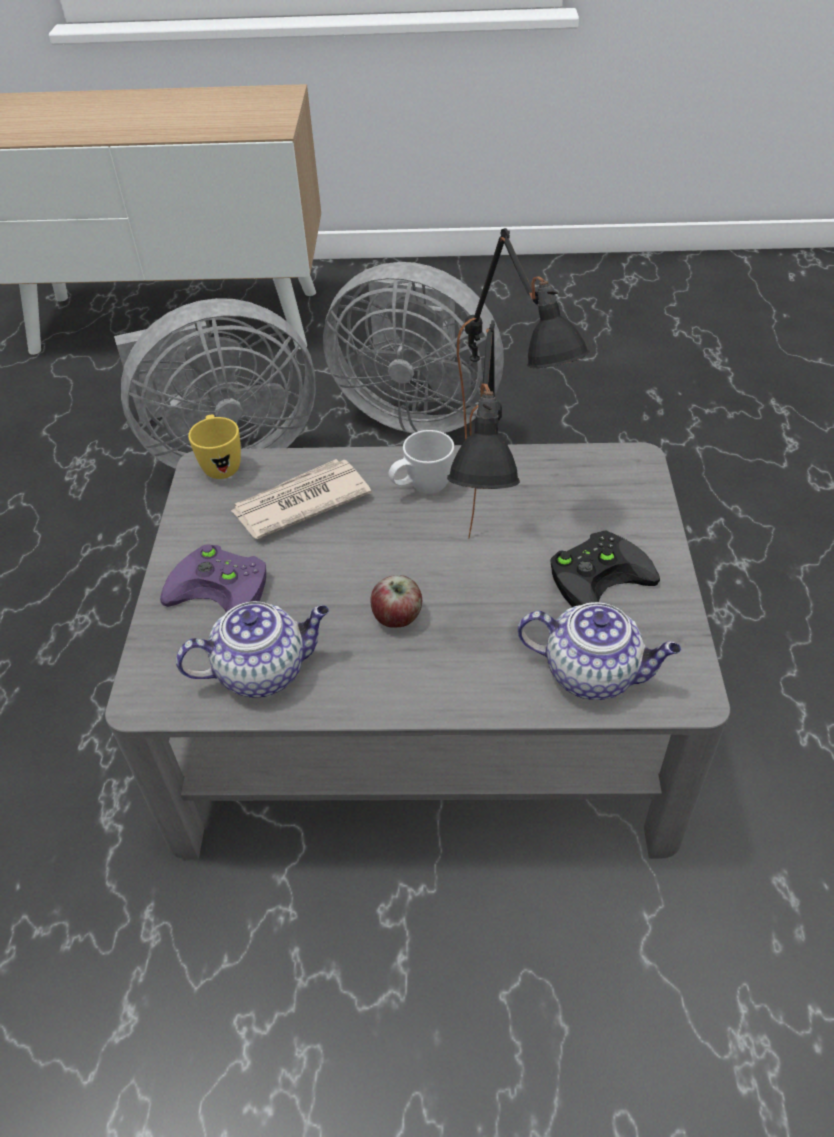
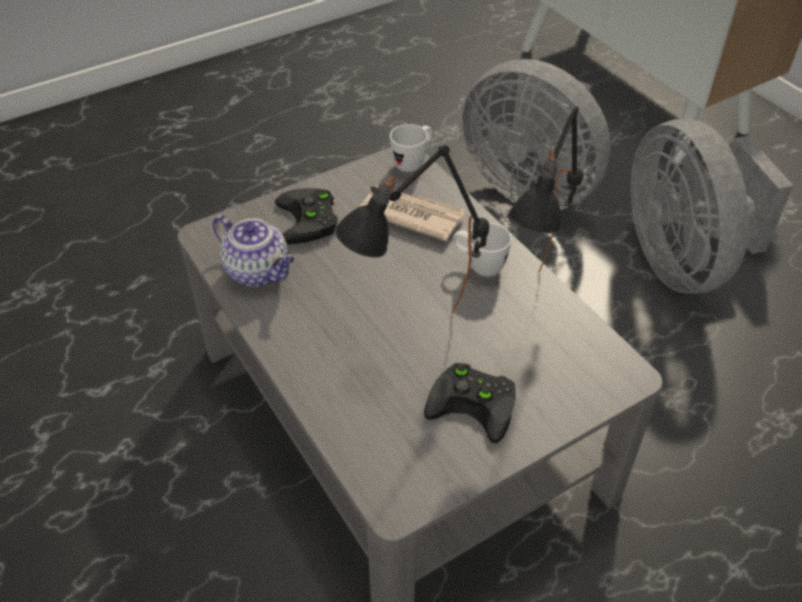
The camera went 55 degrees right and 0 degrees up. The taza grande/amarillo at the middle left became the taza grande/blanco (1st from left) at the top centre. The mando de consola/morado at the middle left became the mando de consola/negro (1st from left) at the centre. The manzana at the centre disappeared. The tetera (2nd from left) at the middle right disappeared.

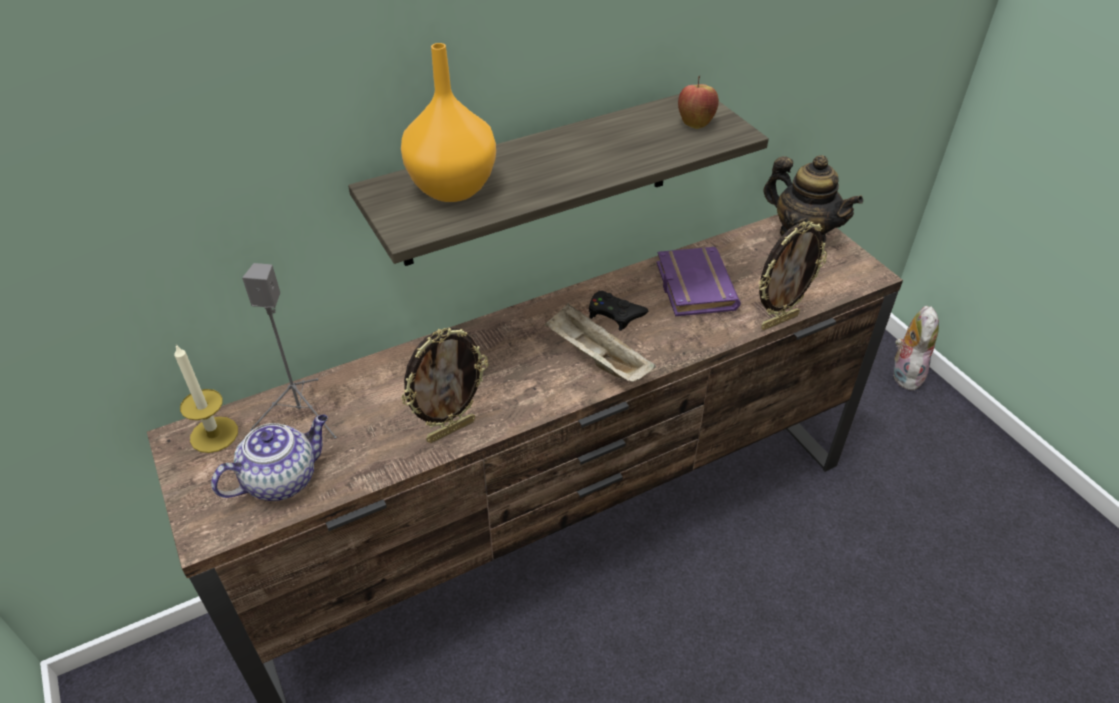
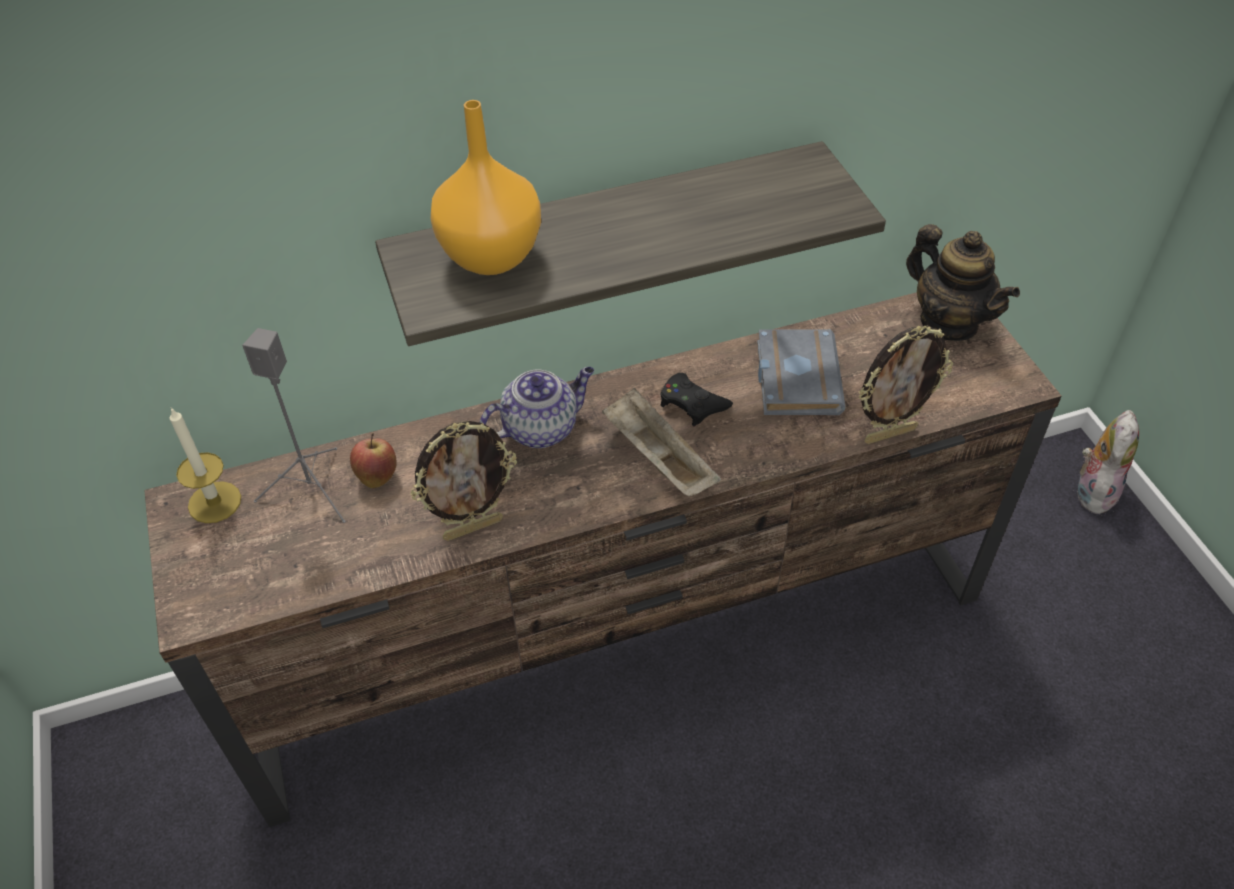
The camera went 10 degrees right and 5 degrees up. The manzana moved from the top centre to the middle left. The libro/morado at the centre became the libro/gris at the centre. The tetera (1st from left) moved from the middle left to the centre.

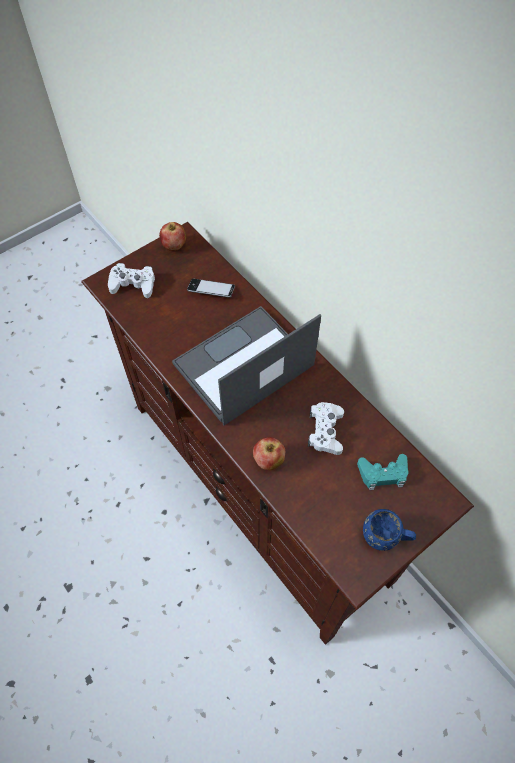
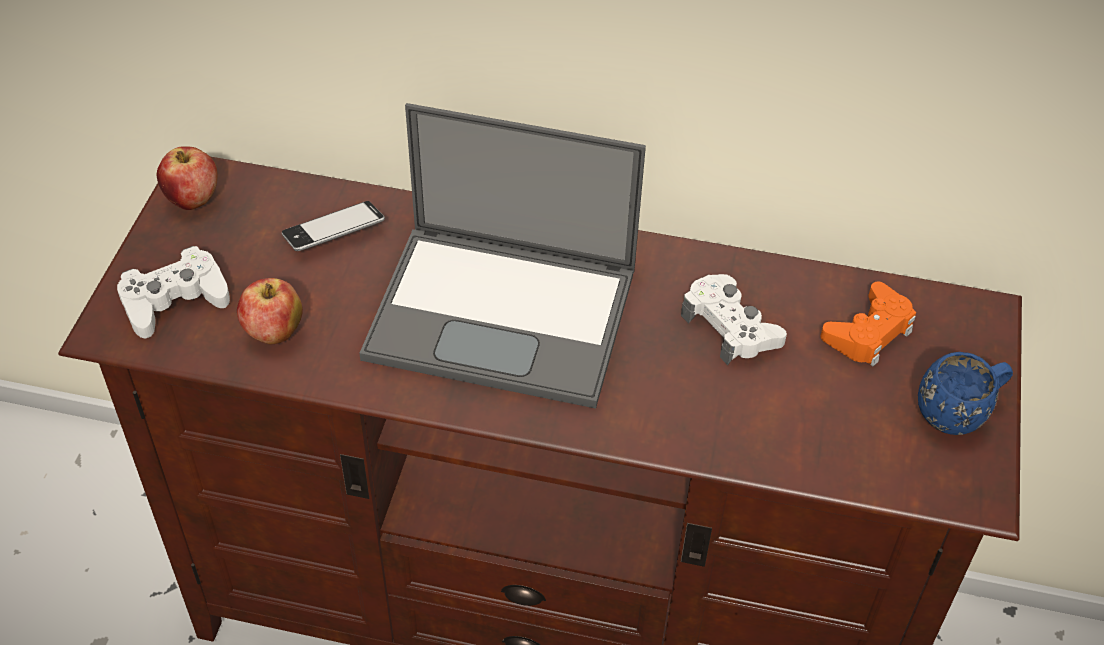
The camera went 40 degrees left and 10 degrees down. The portátil at the centre turned 90 degrees counterclockwise. The manzana (2nd from left) moved from the centre to the middle left. The mando de consola/turquesa at the middle right became the mando de consola/naranja at the middle right.

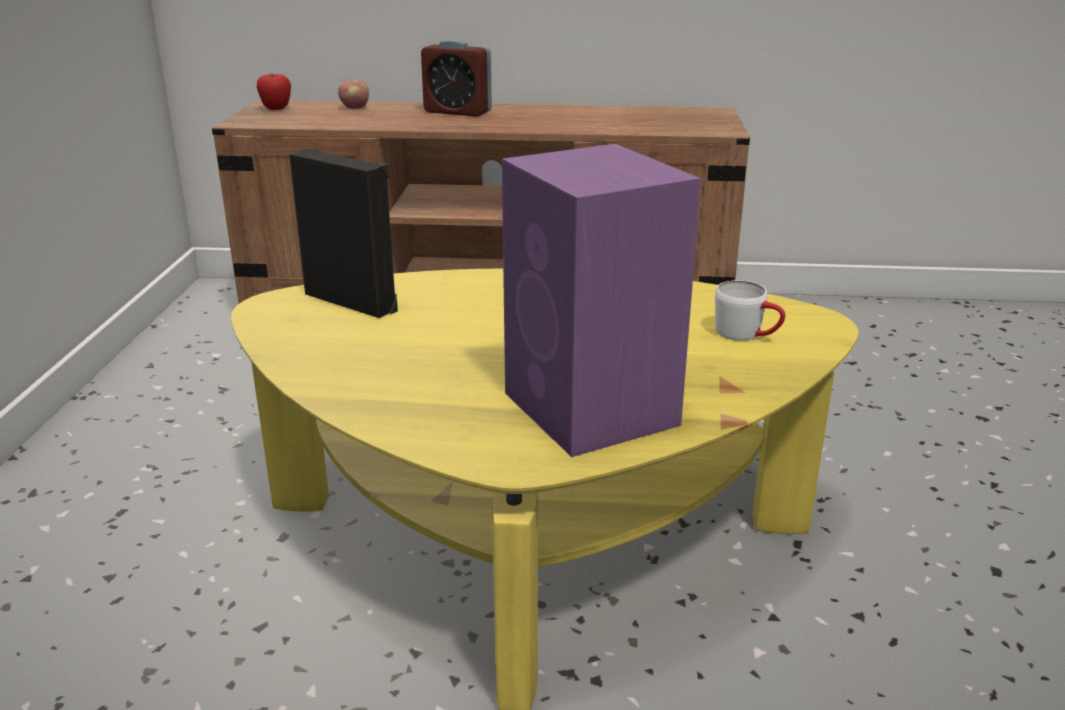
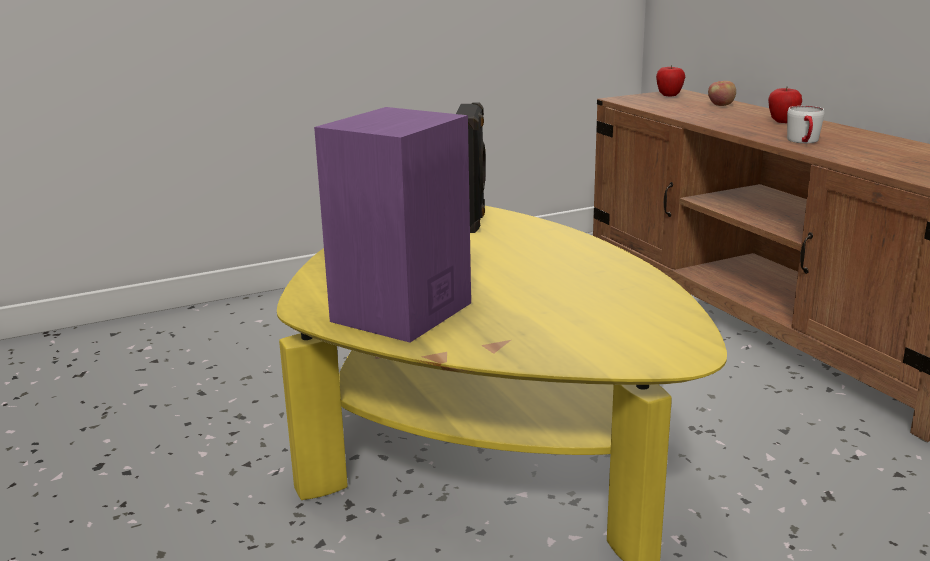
The camera went 60 degrees right and 5 degrees down. The despertador at the top centre was replaced by the manzana (3rd from left) at the top right. The taza grande/blanco moved from the middle right to the top right.

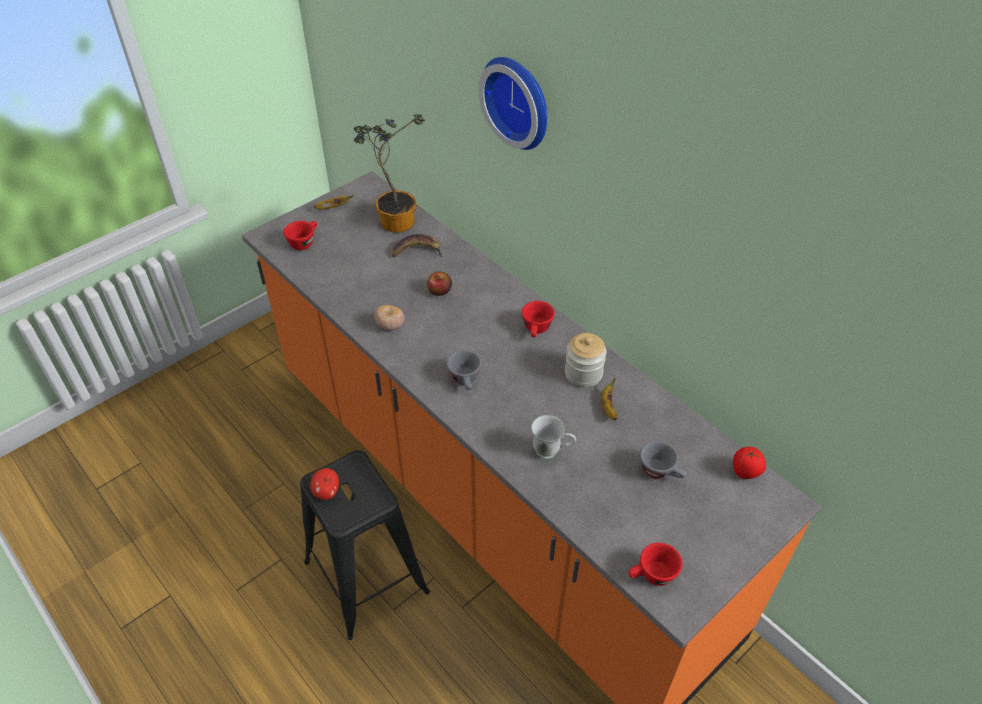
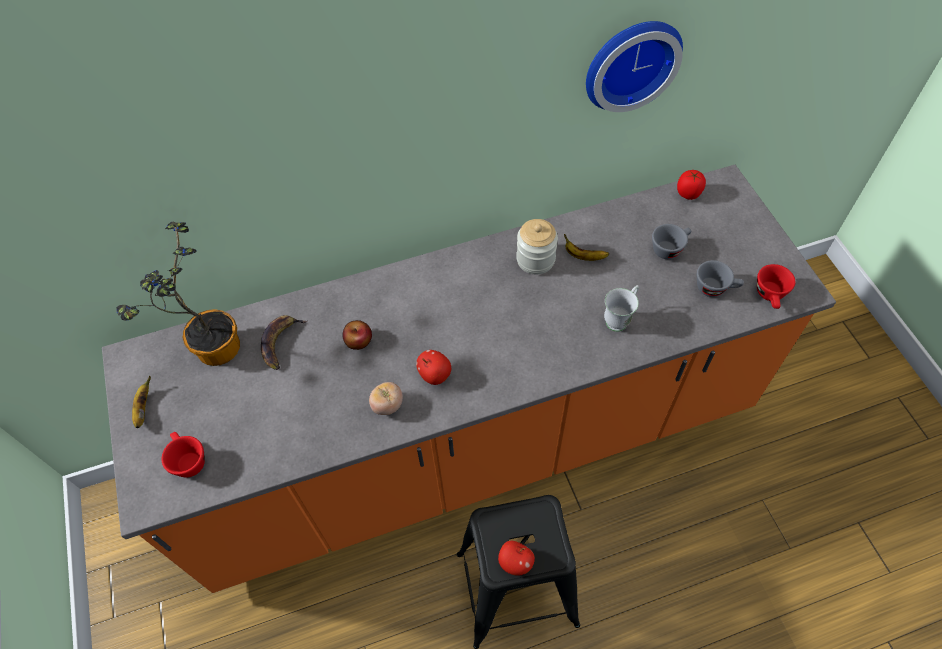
The camera went 65 degrees left and 10 degrees up. The reloj de pared moved from the top centre to the top right. The taza/rojo (2nd from left) at the centre disappeared. The taza/gris (1st from left in the first image) moved from the centre to the middle right. The manzana (2nd from left) at the centre appeared.

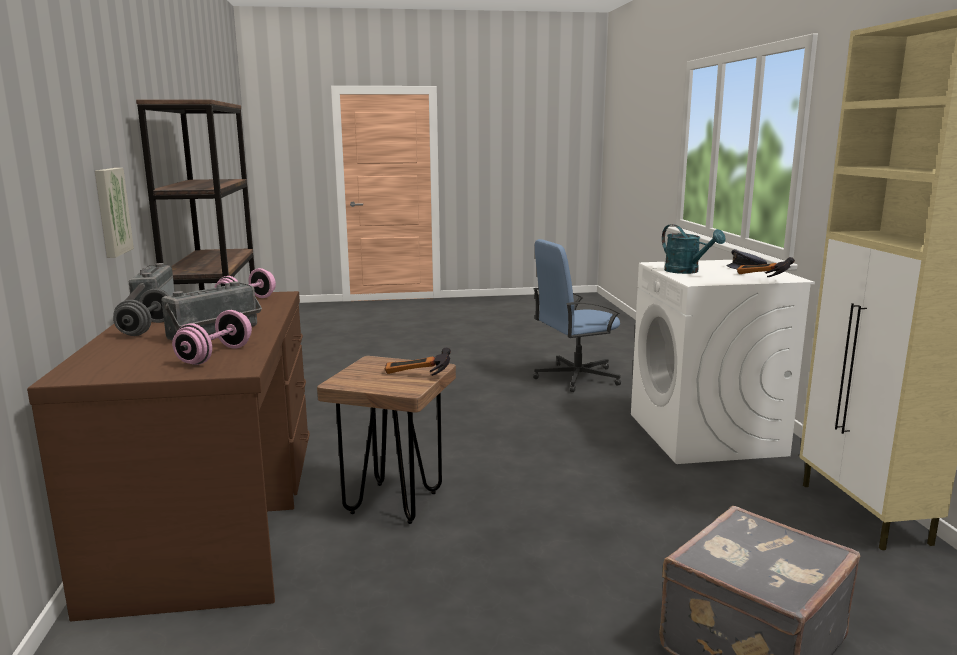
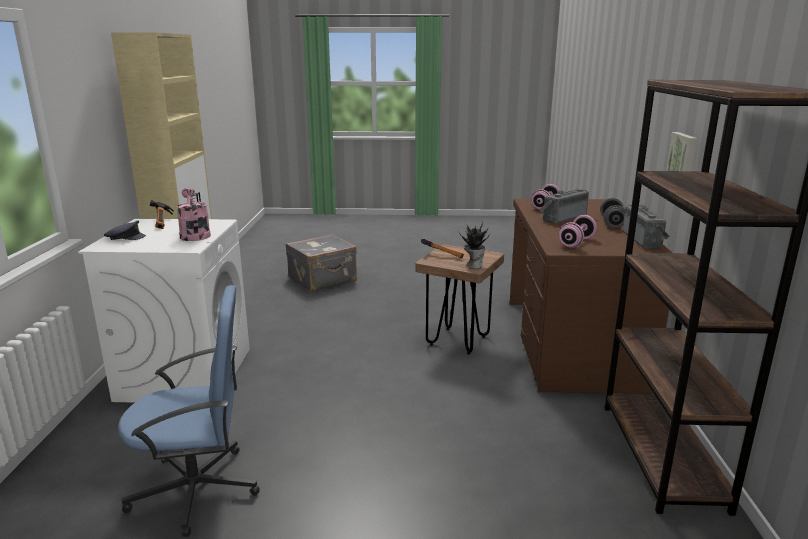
The camera went 170 degrees left and 5 degrees up. The regadera/turquesa at the middle right became the regadera/rosa at the middle left. The planta en maceta at the centre appeared.

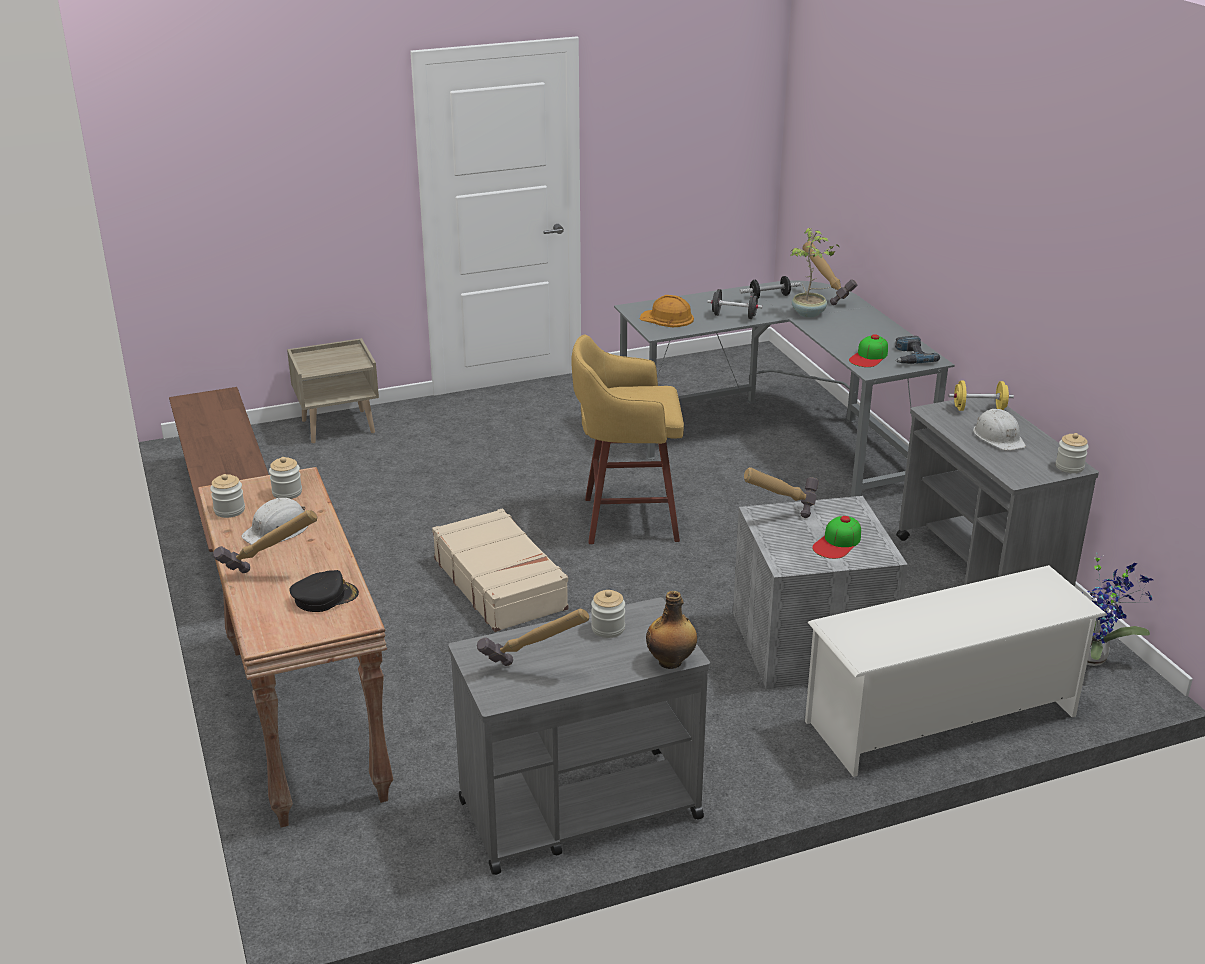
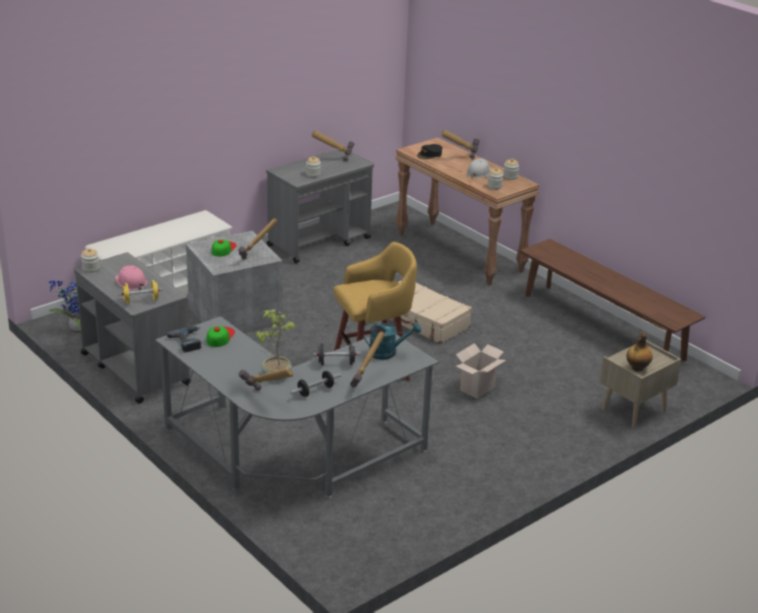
The camera went 160 degrees right and 0 degrees up. The casco/naranja at the top centre was replaced by the regadera/turquesa at the centre. The casco/blanco (2nd from left) at the middle right became the casco/rosa at the middle left. The botella moved from the centre to the middle right. The martillo (4th from left) at the centre appeared. The caja de cartón at the centre appeared.

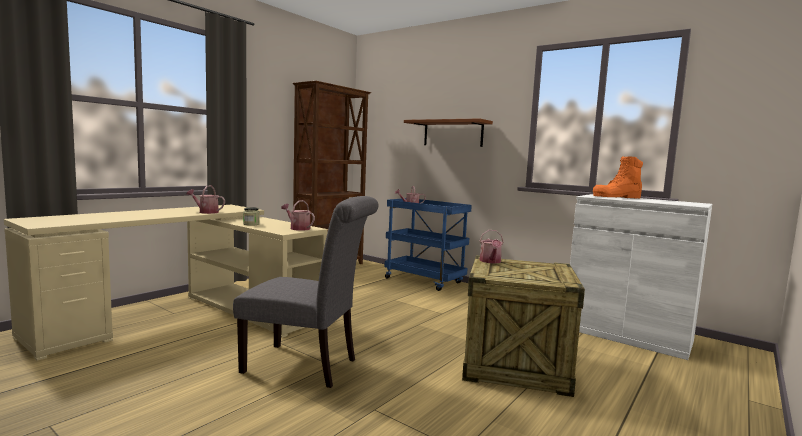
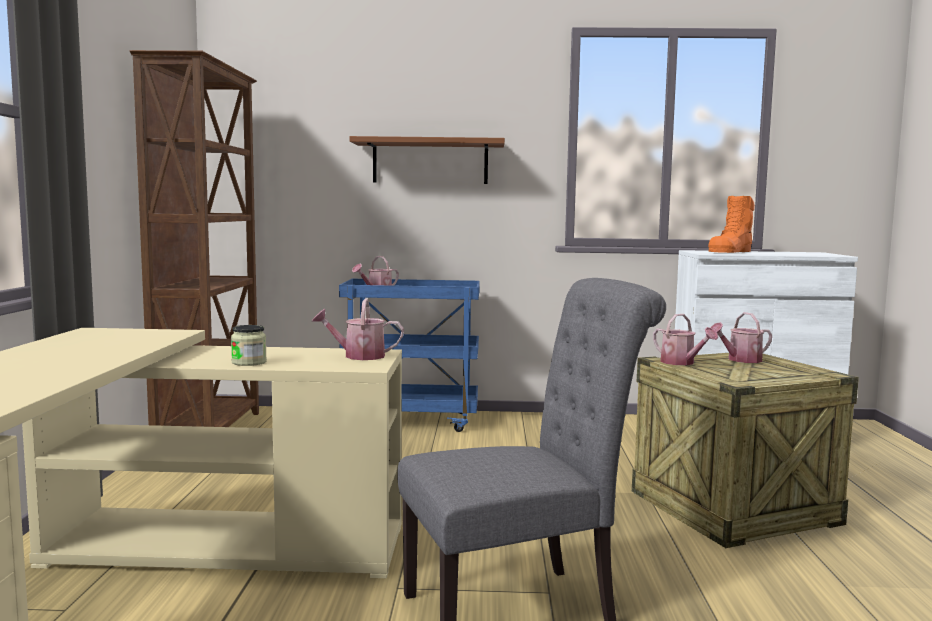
The camera went 35 degrees left and 0 degrees up. The regadera (1st from left in the first image) moved from the middle left to the middle right.

